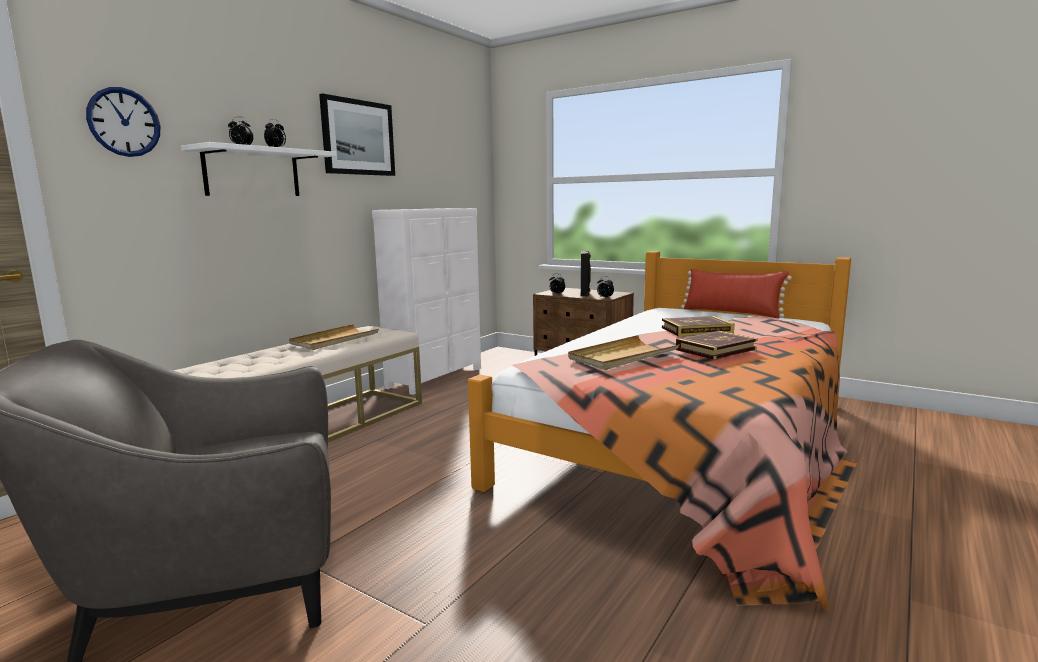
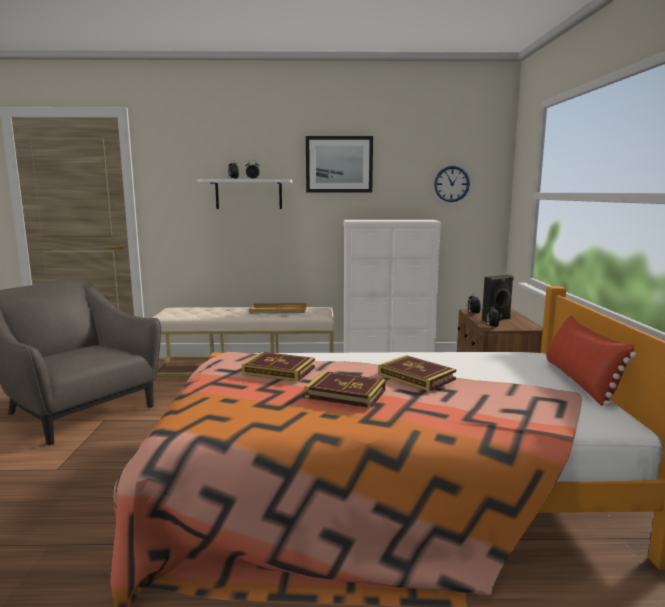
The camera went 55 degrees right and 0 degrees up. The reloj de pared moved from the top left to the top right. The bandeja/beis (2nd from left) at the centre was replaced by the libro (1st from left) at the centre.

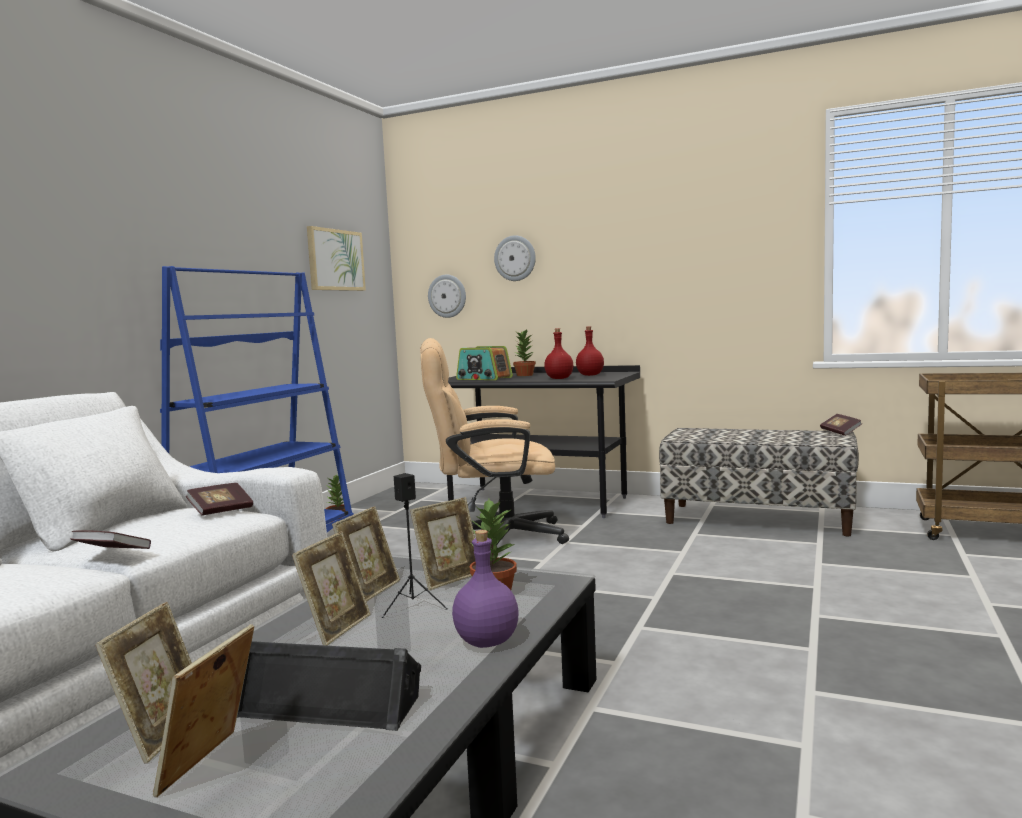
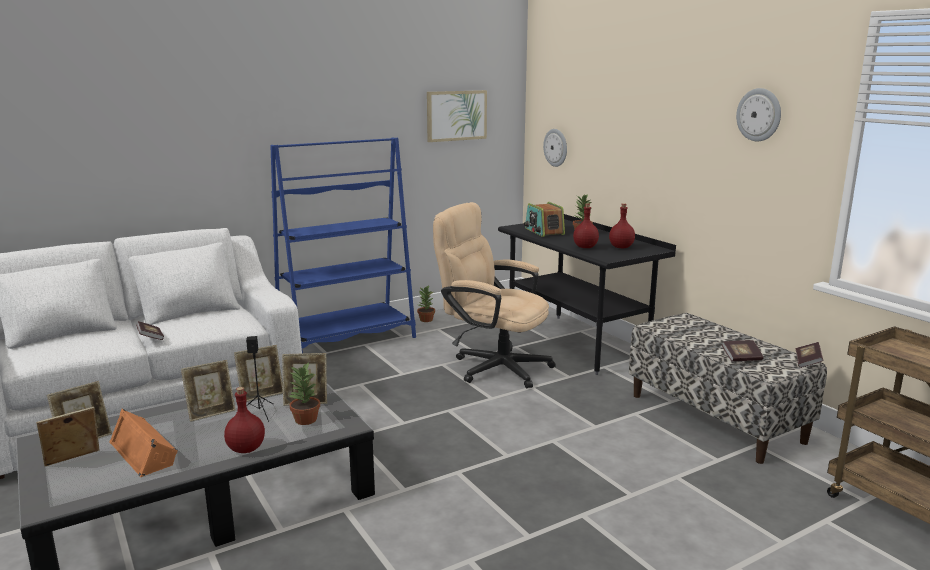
The camera went 35 degrees right and 10 degrees up. The reloj de pared (2nd from left) moved from the top centre to the top right. The libro (2nd from left) moved from the middle left to the middle right. The botella/morado at the bottom centre became the botella/rojo (1st from left) at the bottom left. The altavoz/negro (1st from left) at the bottom left became the altavoz/naranja at the bottom left.

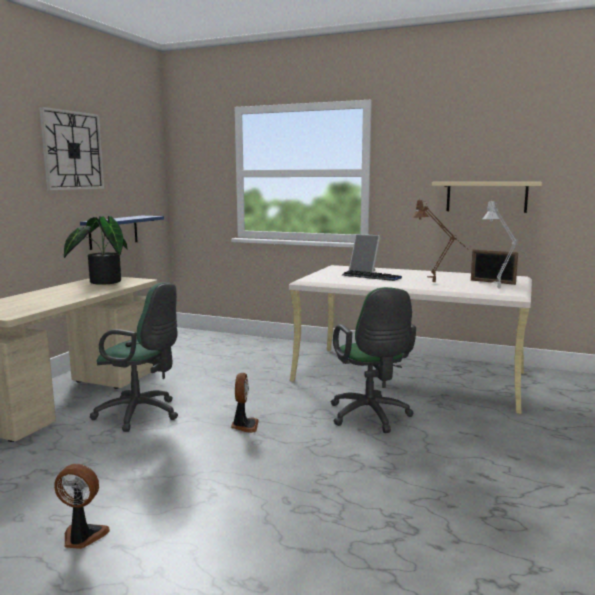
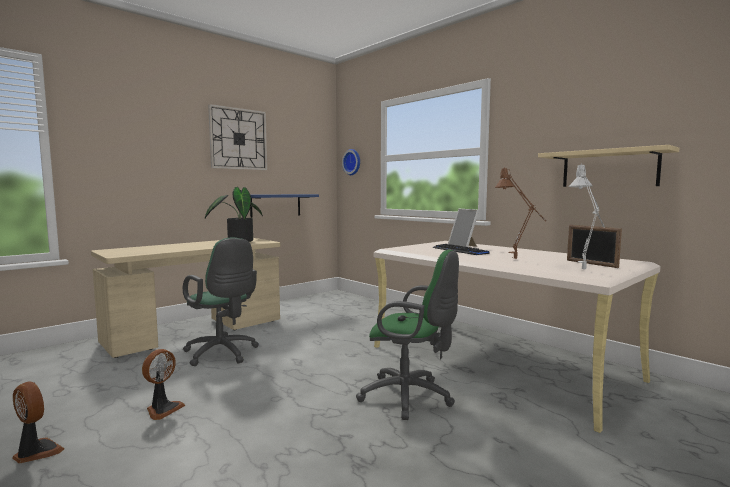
The camera went 25 degrees right and 5 degrees down. The silla de oficina/verde (2nd from left) at the centre turned 75 degrees counterclockwise. The ventilador (2nd from left) moved from the bottom centre to the bottom left. The reloj de pared (2nd from left) at the top centre appeared.

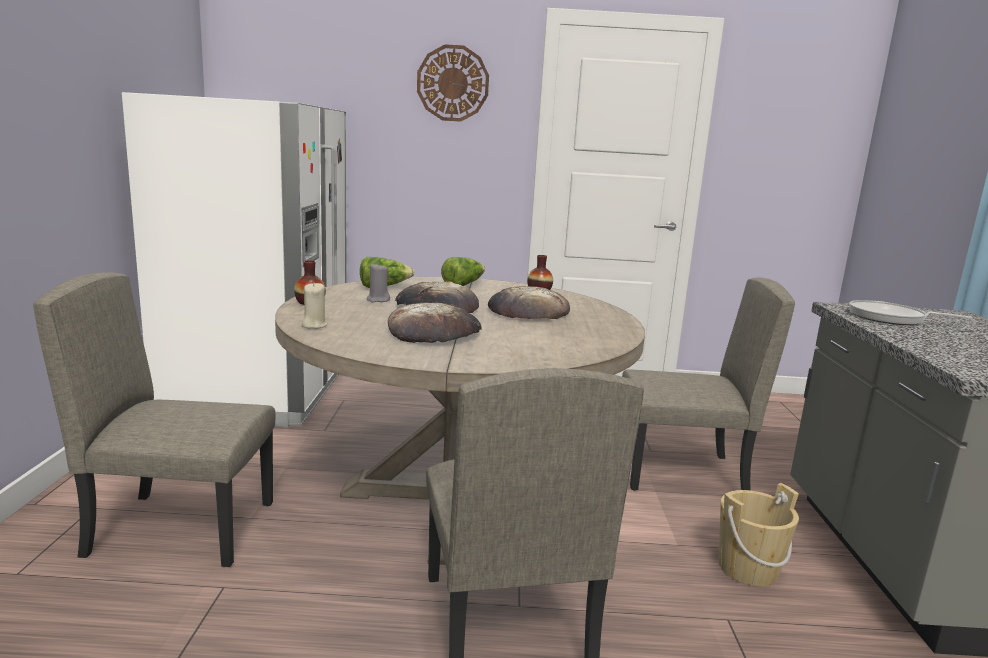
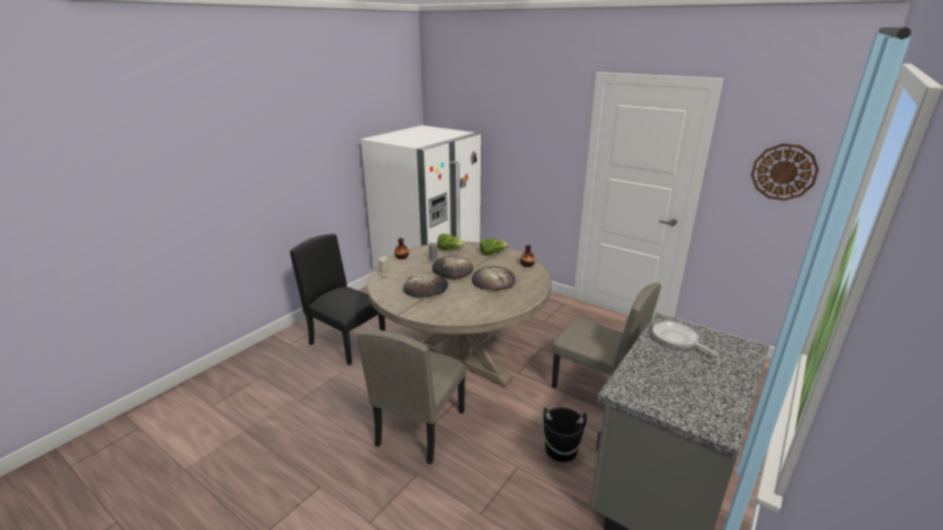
The camera went 35 degrees right and 10 degrees up. The reloj de pared moved from the top centre to the top right. The silla/beis (1st from left) at the middle left became the silla/negro at the centre. The cubo/beis at the bottom right became the cubo/negro at the bottom centre.

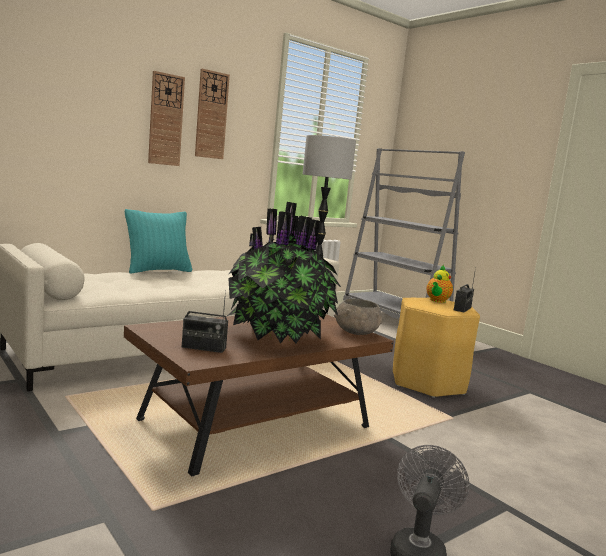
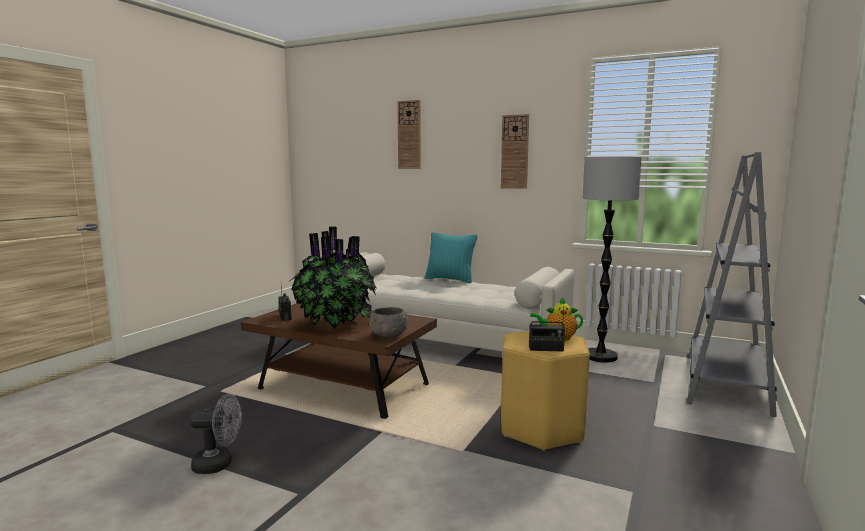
The camera went 65 degrees right and 0 degrees up. The reloj de pared (1st from left) moved from the top left to the top centre.

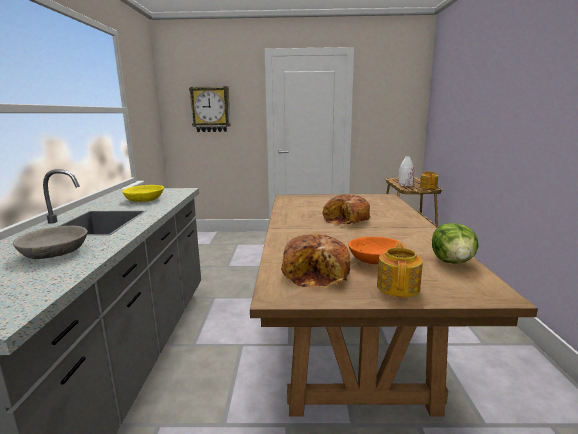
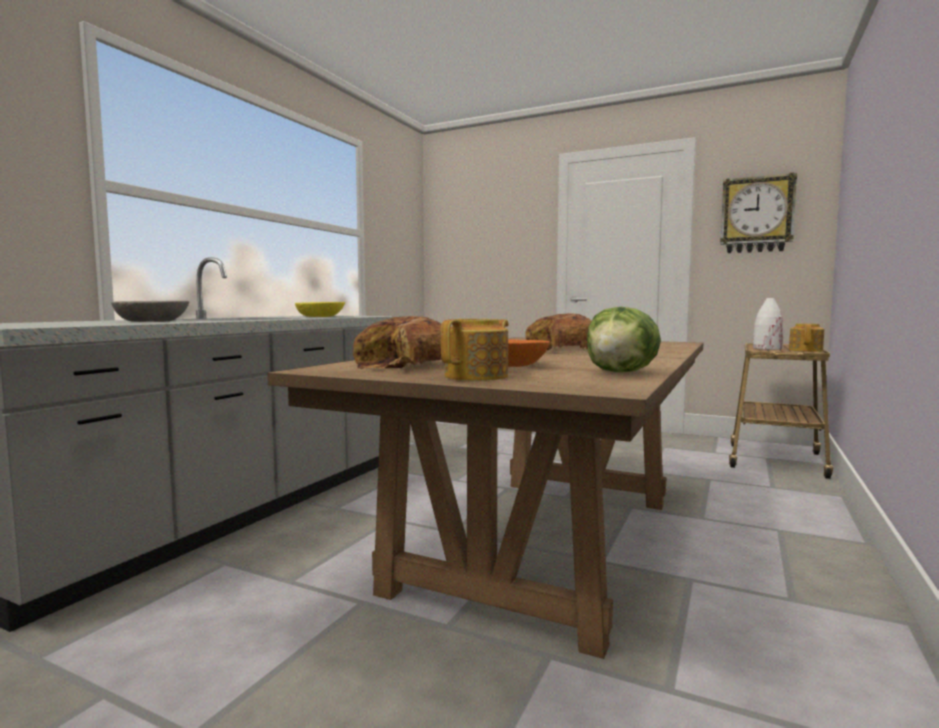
The camera went 25 degrees right and 10 degrees down. The reloj de pared moved from the top centre to the top right.

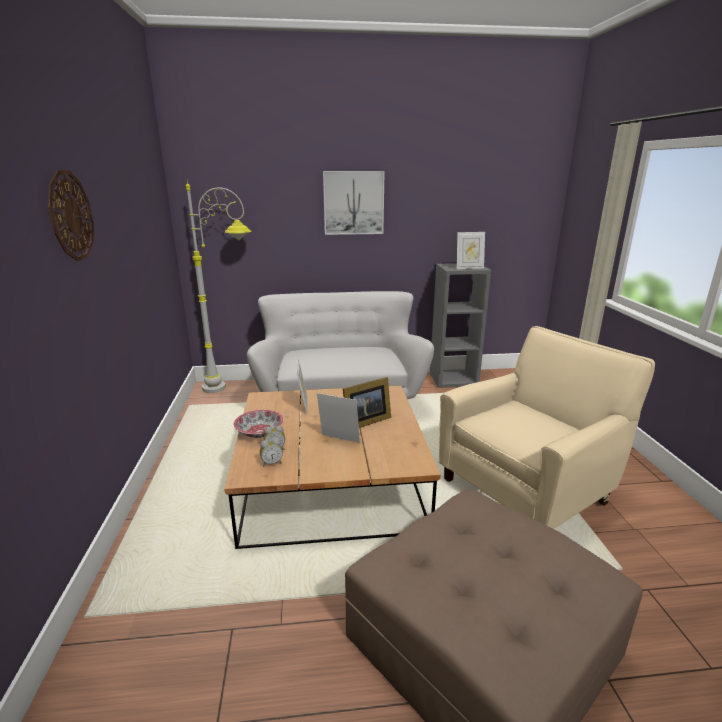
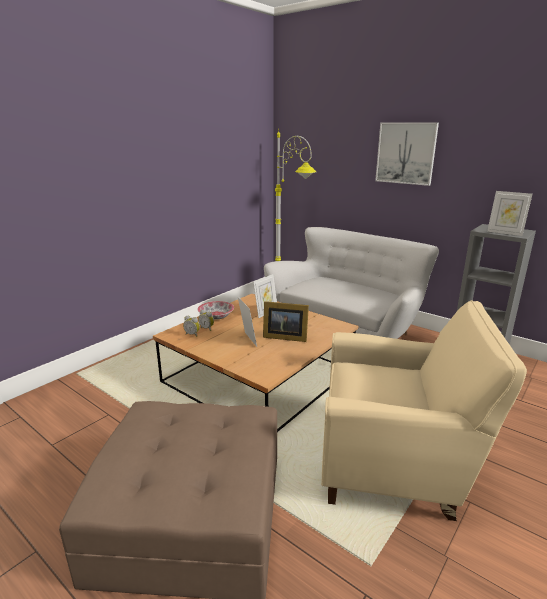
The camera went 45 degrees right and 0 degrees up. The reloj de pared at the top left disappeared.

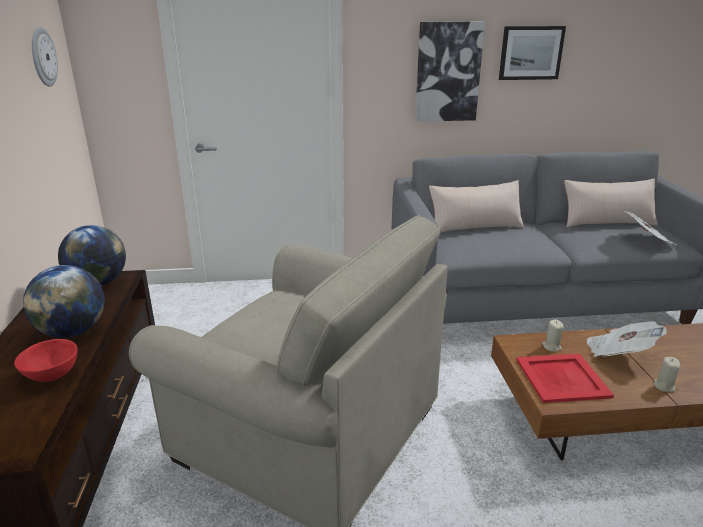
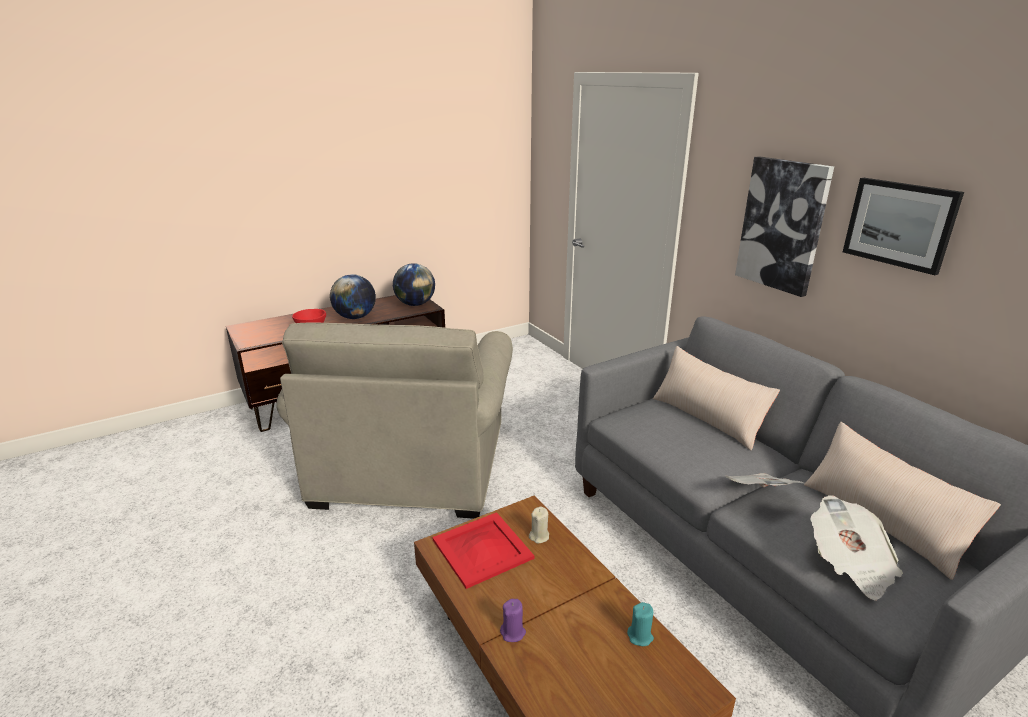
The camera went 65 degrees right and 0 degrees up. The reloj de pared at the top left disappeared. The periódico (1st from left) moved from the middle right to the bottom right. The vela/beis (2nd from left) at the bottom right became the vela/morado at the bottom centre. The vela/turquesa at the bottom centre appeared.

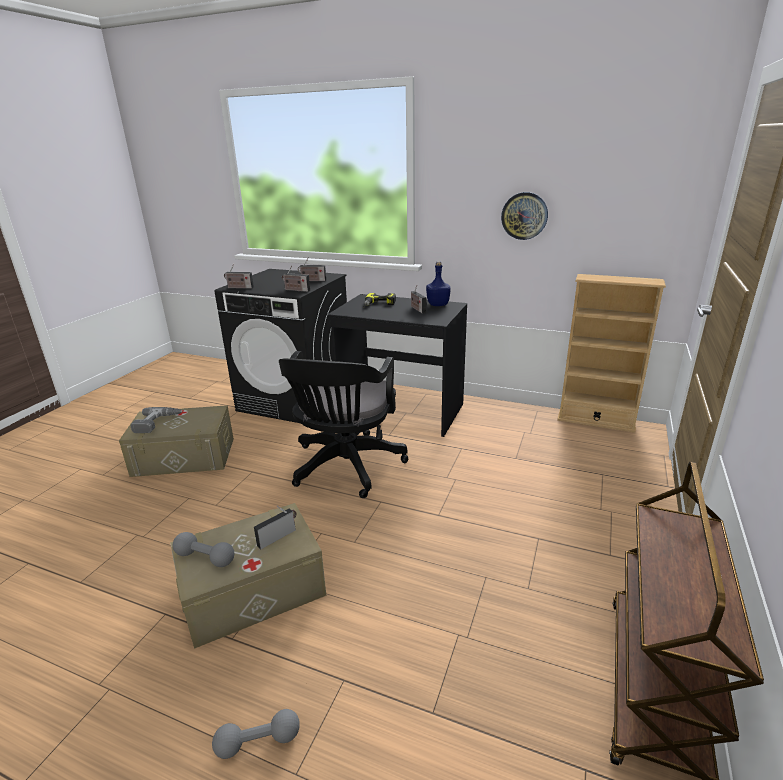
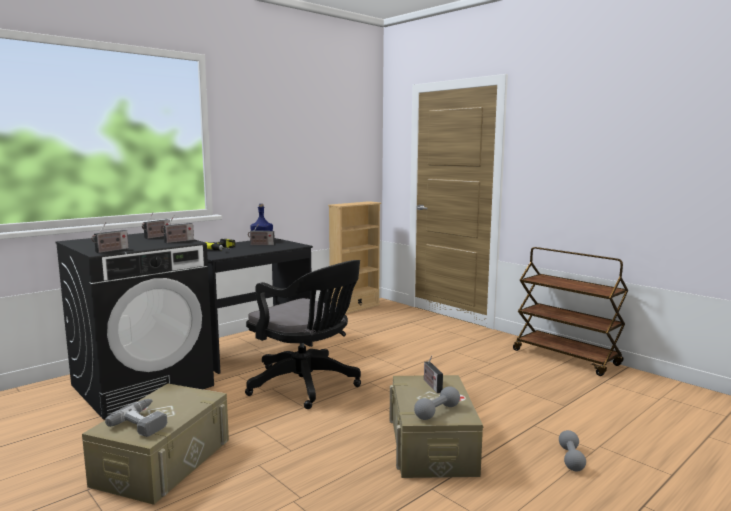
The camera went 65 degrees left and 15 degrees down. The reloj de pared at the top right disappeared.

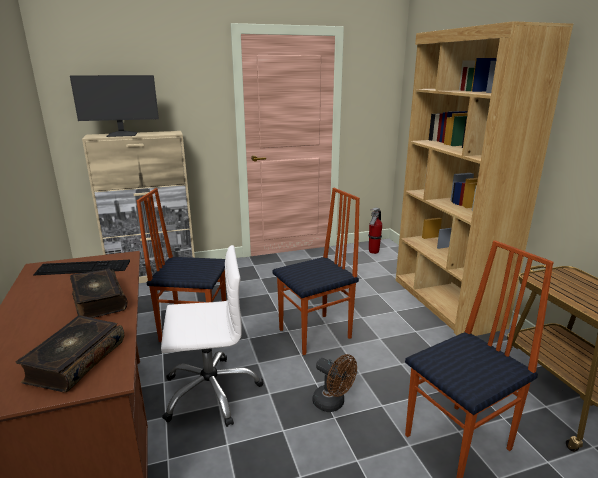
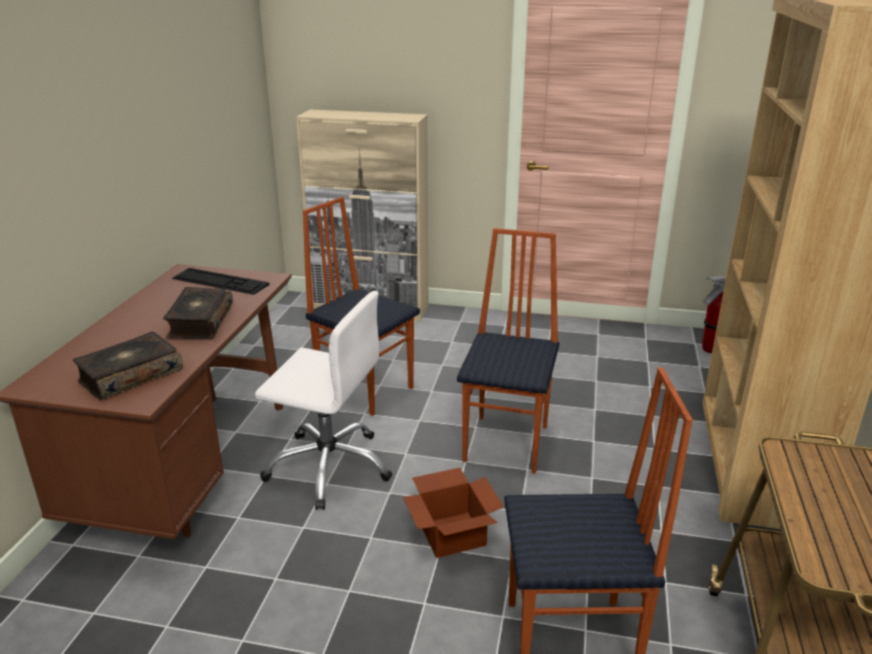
The camera went 30 degrees right and 5 degrees up. The monitor at the top left disappeared. The silla (2nd from left) at the centre turned 75 degrees counterclockwise. The ventilador/marrón at the bottom centre was replaced by the caja de cartón at the bottom centre.

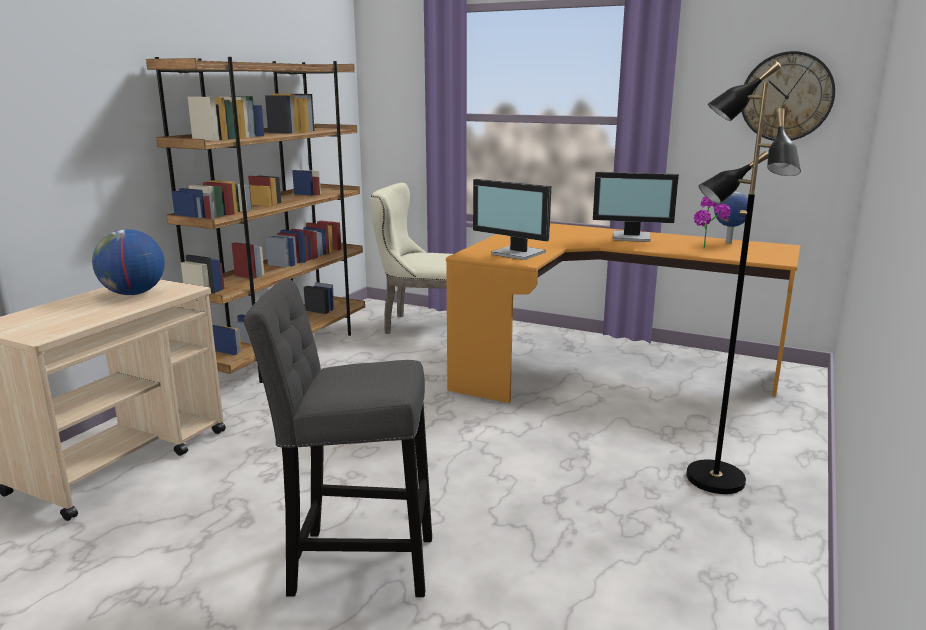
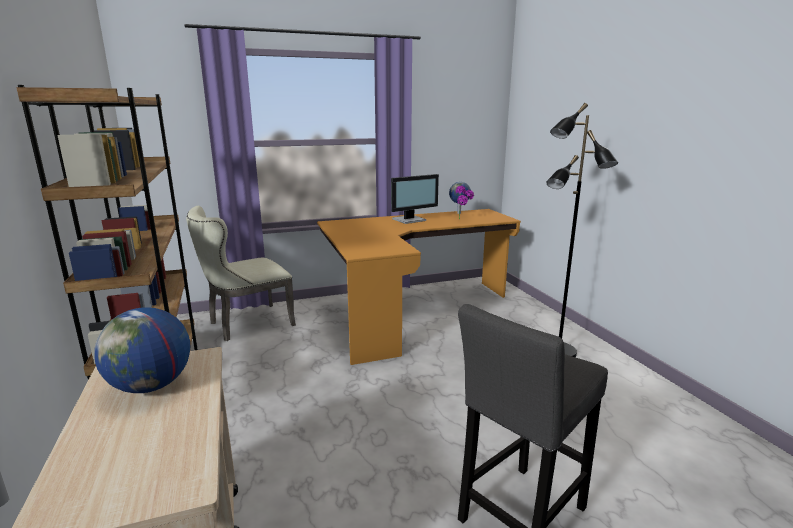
The camera went 45 degrees left and 0 degrees up. The reloj de pared at the top right disappeared. The monitor (1st from left) at the centre disappeared.

